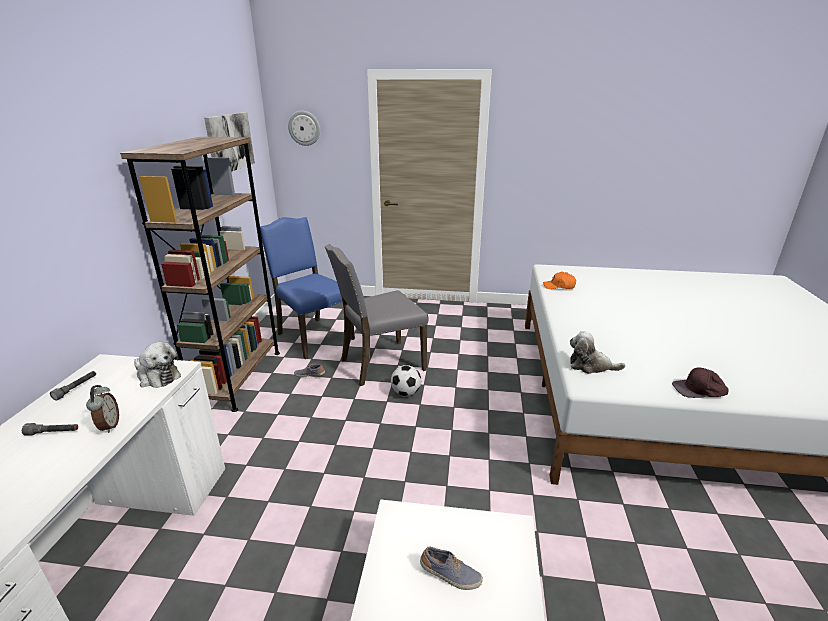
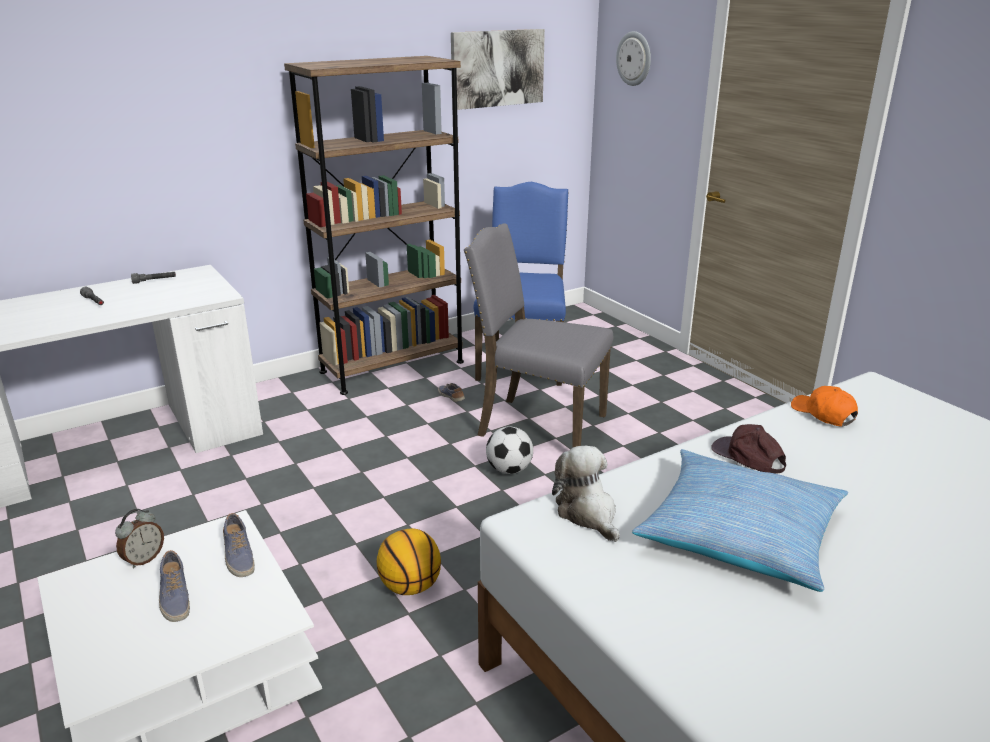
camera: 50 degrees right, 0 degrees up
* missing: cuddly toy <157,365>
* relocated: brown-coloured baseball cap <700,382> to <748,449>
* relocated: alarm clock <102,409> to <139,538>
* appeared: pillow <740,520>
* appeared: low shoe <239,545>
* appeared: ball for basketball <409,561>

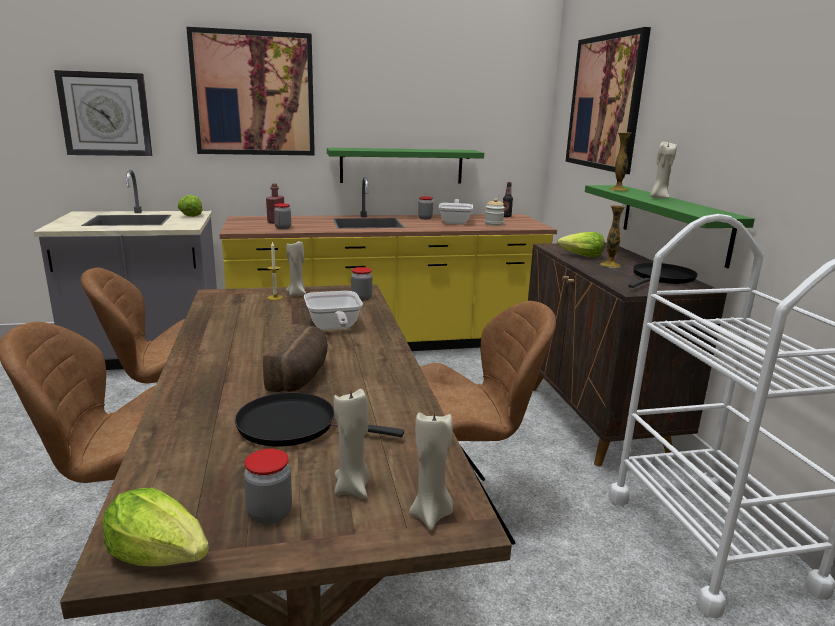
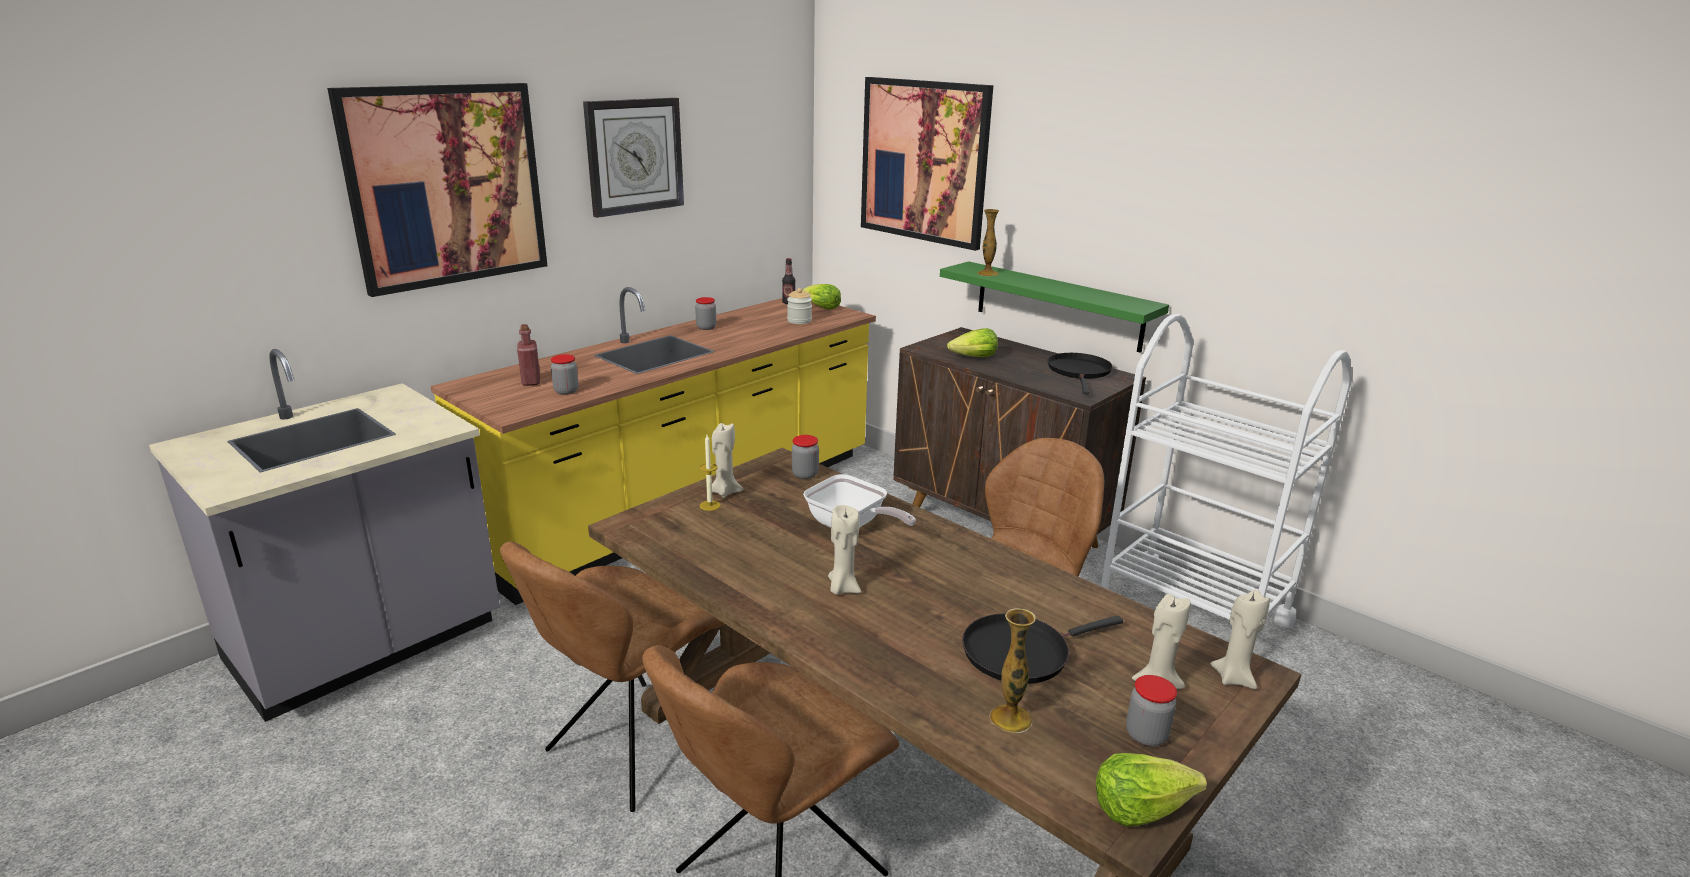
camera: 35 degrees left, 5 degrees up
* relocated: hanging clock <103,113> to <633,158>
* relocated: beige candle <663,170> to <844,550>
* missing: greenish wall shelf <405,166>
* relocated: lettuce head <190,206> to <821,296>
* missing: pan <456,212>
* relocated: vase <612,236> to <1013,670>
* missing: bakery bread <295,358>

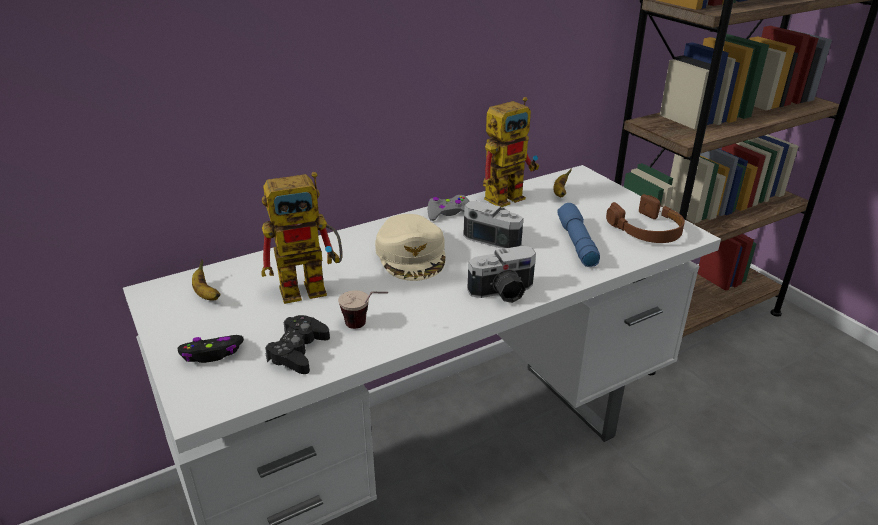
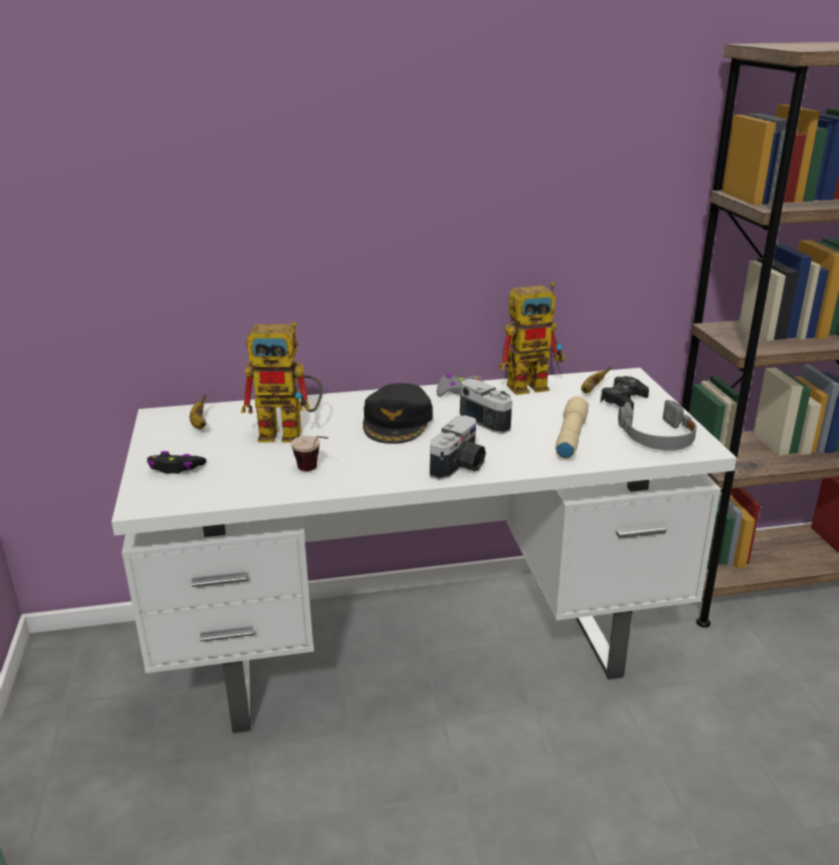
camera: 20 degrees right, 5 degrees down
* colour: brown-coloured headphones <645,218> to greyish headphones <657,425>
* colour: bluish torch <578,235> to beige torch <572,427>
* colour: beige baseball cap <410,247> to blackish baseball cap <398,413>
* spun: still camera <501,274> = <458,447> 60 degrees counterclockwise
* relocated: blackish game controller <297,344> to <624,393>

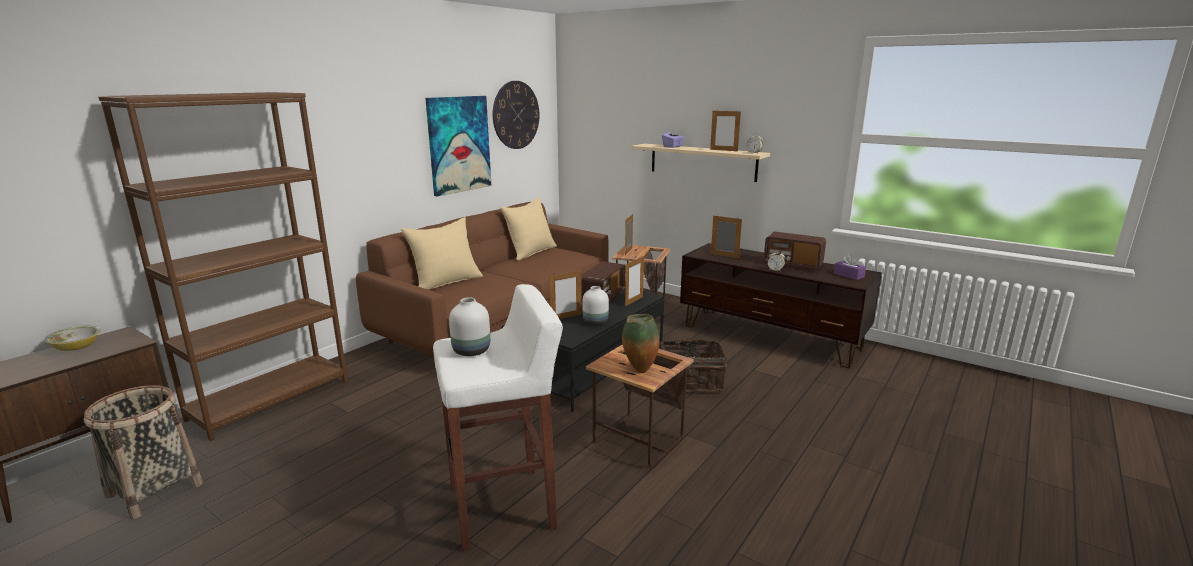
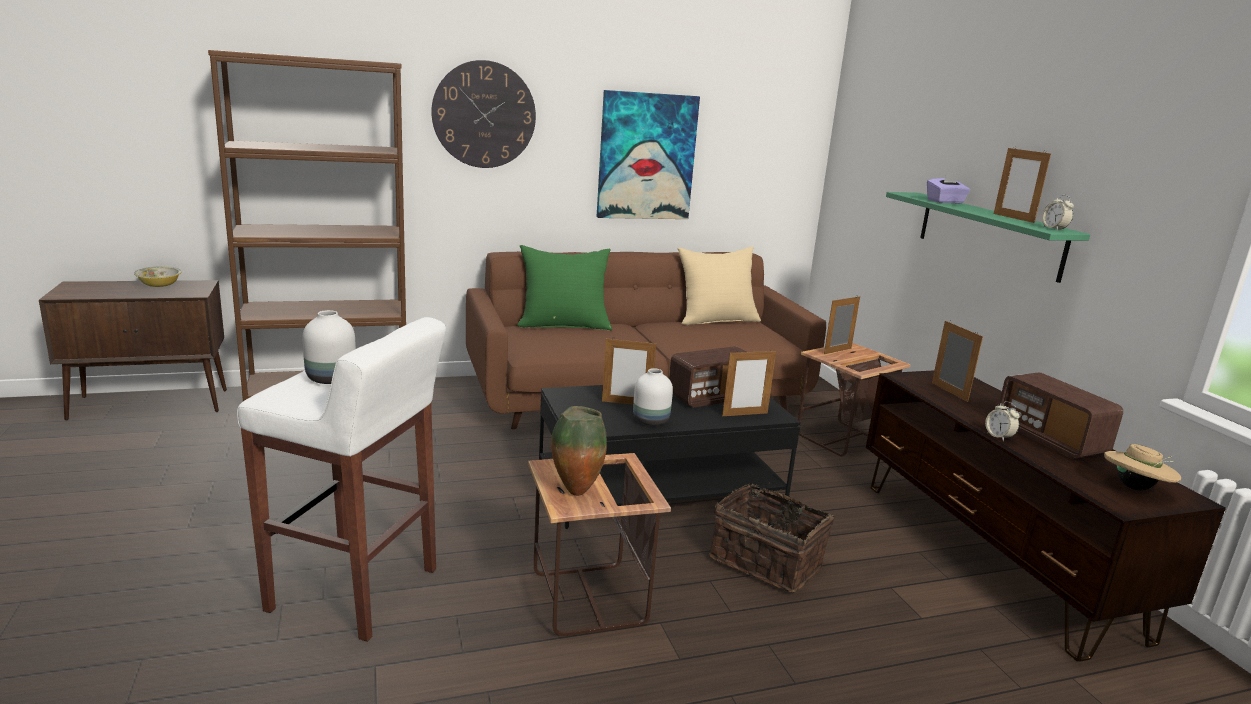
camera: 35 degrees right, 0 degrees up
* relocated: hanging clock <516,115> to <483,114>
* colour: beige wall shelf <700,163> to greenish wall shelf <988,237>
* colour: beige pillow <442,253> to greenish pillow <564,287>
* exchanged: purple-coloured tissue box <850,267> to beige hat <1142,467>
* missing: household basket <143,452>

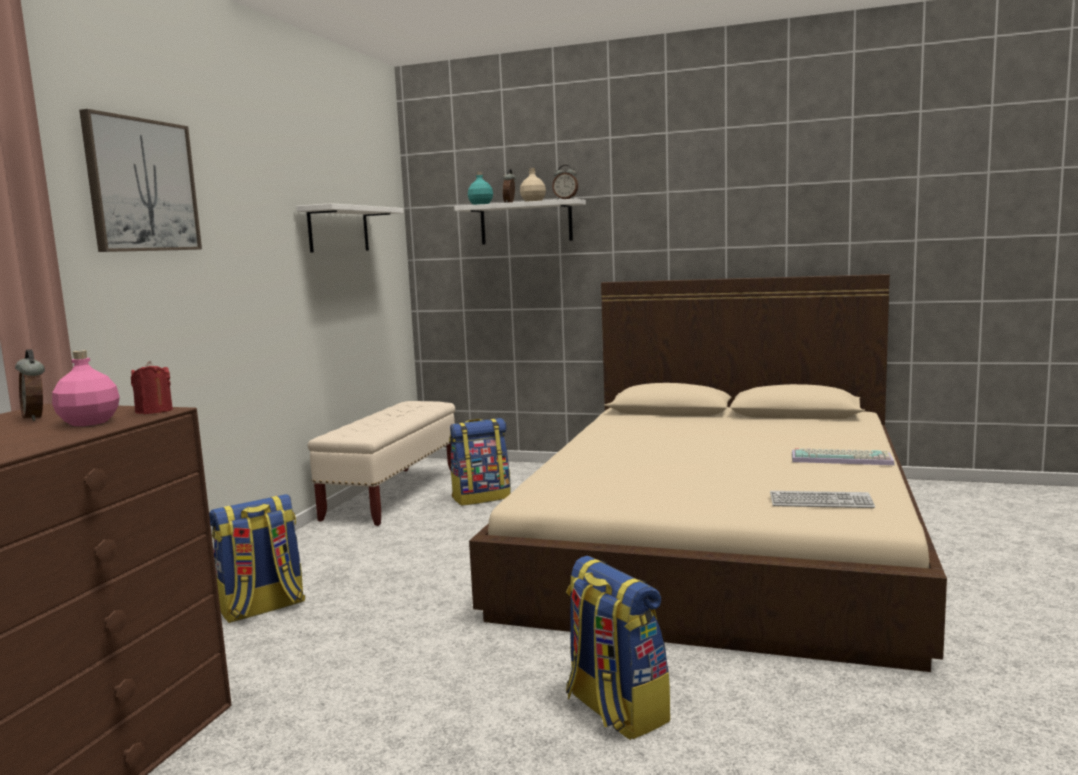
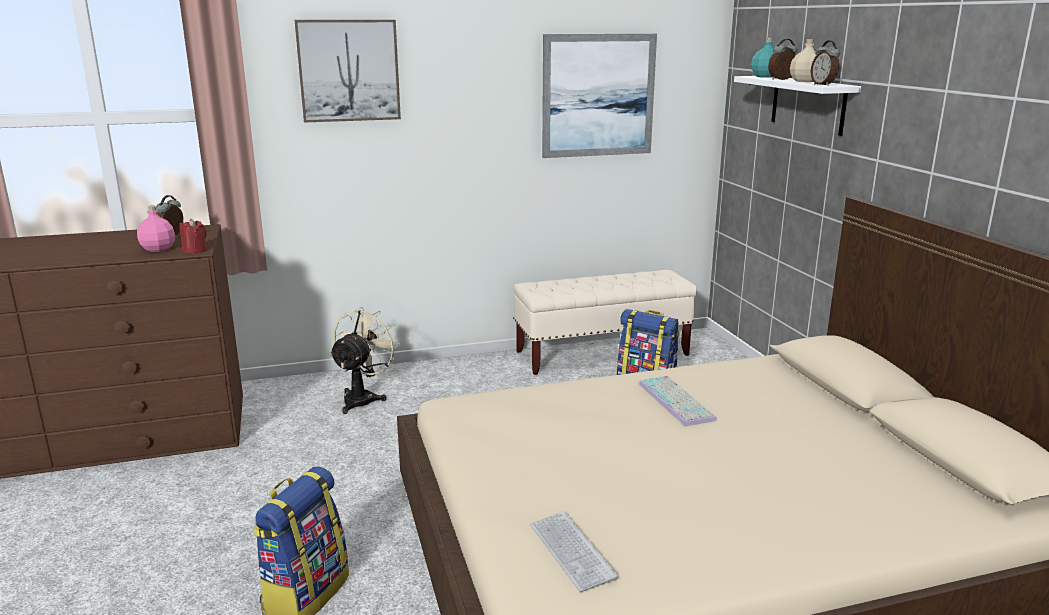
camera: 55 degrees right, 10 degrees up
* exchanged: white wall shelf <350,228> to wall picture <599,96>
* relocated: computer keyboard <843,456> to <678,401>
* exchanged: backpack <257,558> to beige fan <364,360>

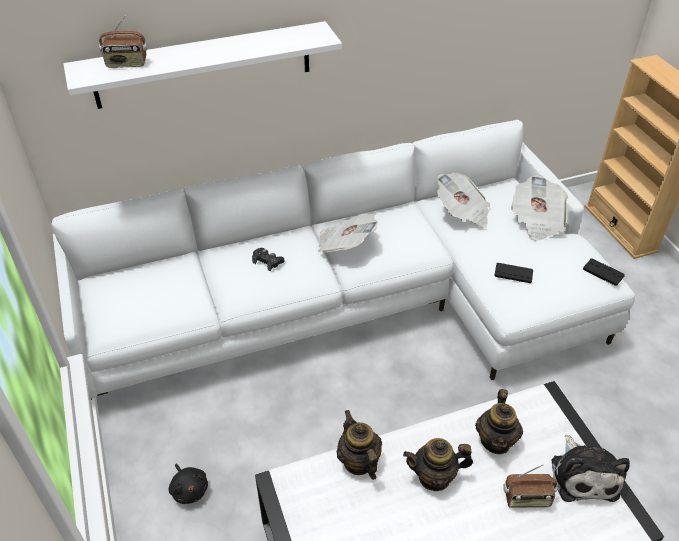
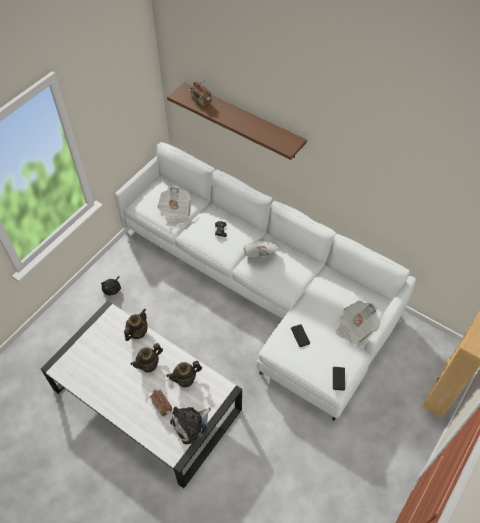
camera: 55 degrees right, 10 degrees up
* colour: white wall shelf <202,65> to brown-coloured wall shelf <237,121>
* relocated: newspaper <463,200> to <175,206>
* spun: pot for tea <438,464> = <147,358> 90 degrees counterclockwise

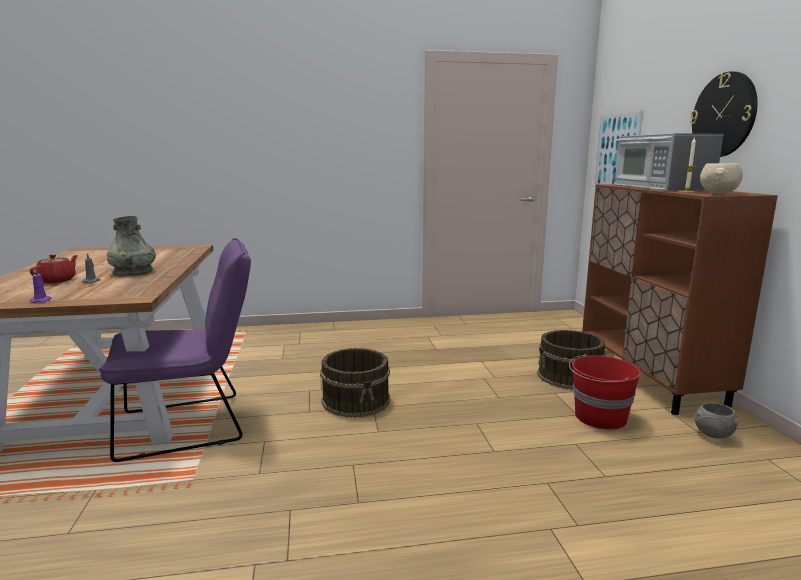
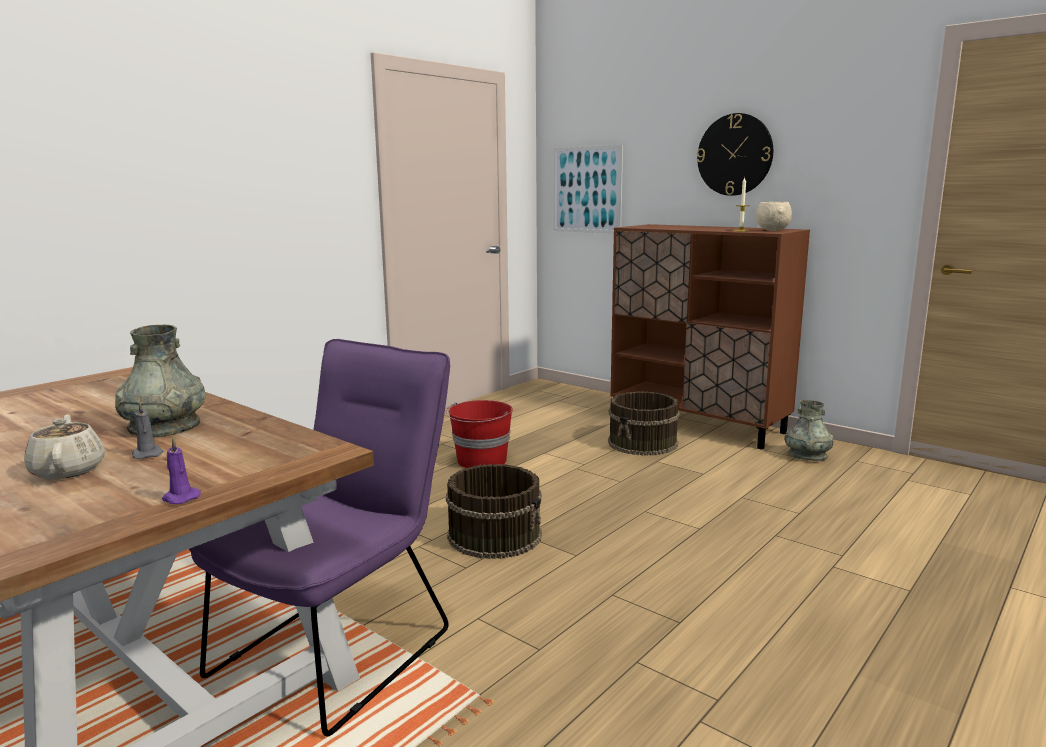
camera: 40 degrees left, 0 degrees up
* missing: microwave <669,162>
* colour: reddish pot for tea <54,269> to beige pot for tea <64,447>
* relocated: reddish pail <605,392> to <479,434>
* exchanged: greyish bowl <717,420> to greyish vase <808,430>

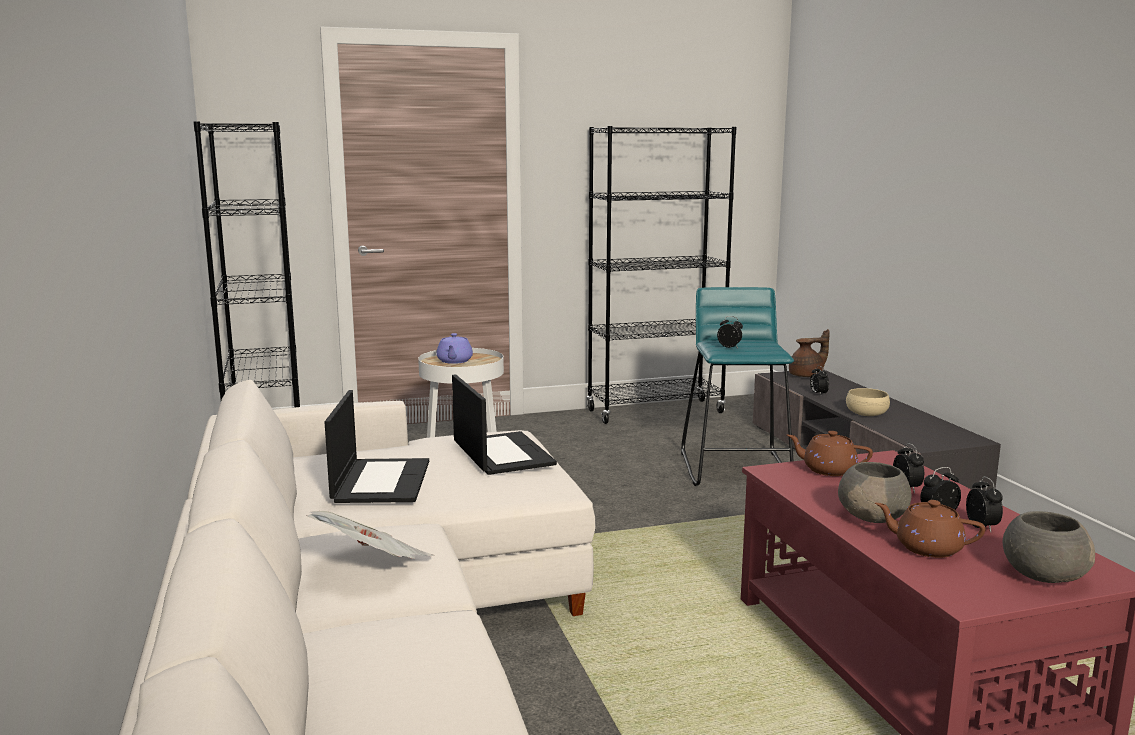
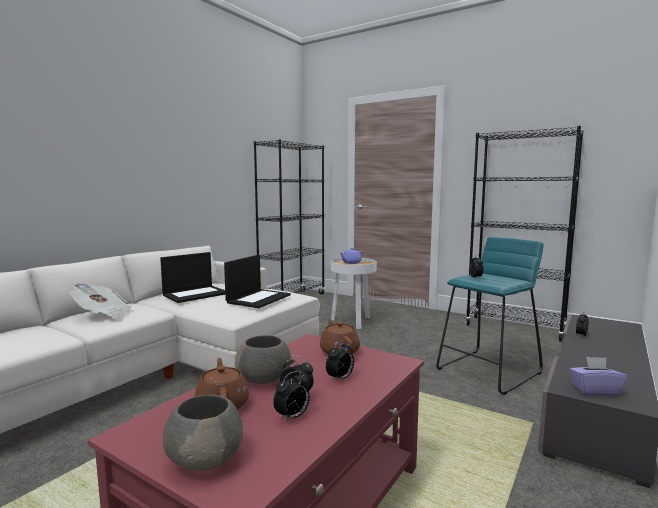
camera: 50 degrees right, 5 degrees down
* missing: brown-coloured pot for tea <809,353>
* missing: beige bowl <868,402>
* appeared: purple-coloured tissue box <598,376>

